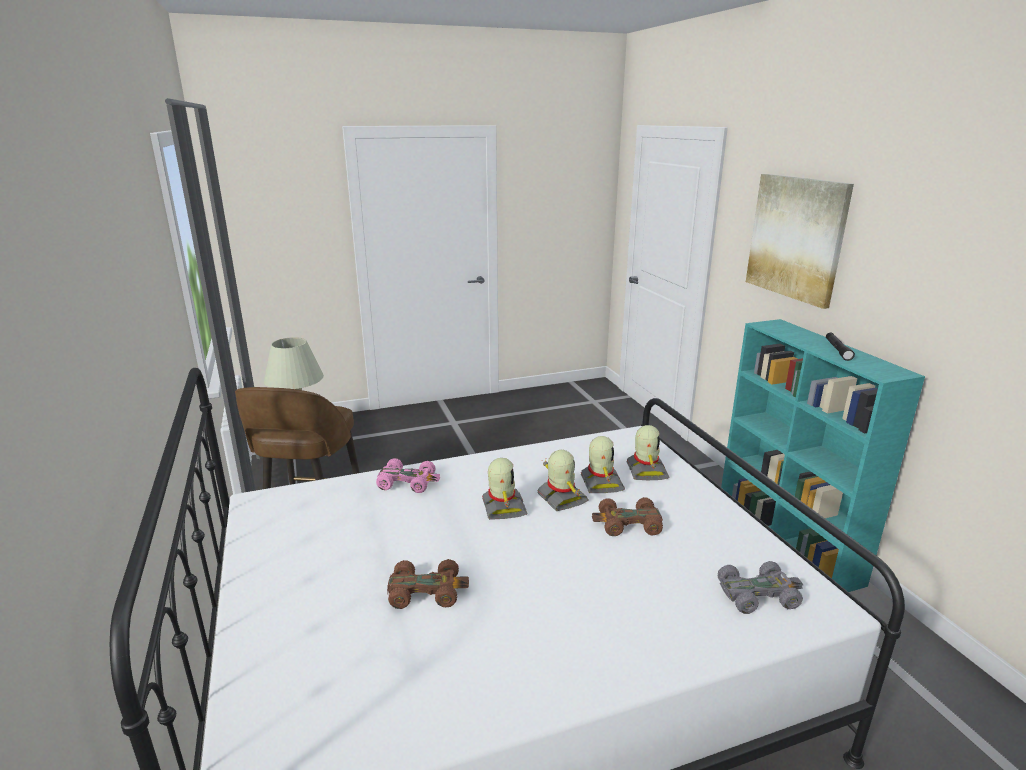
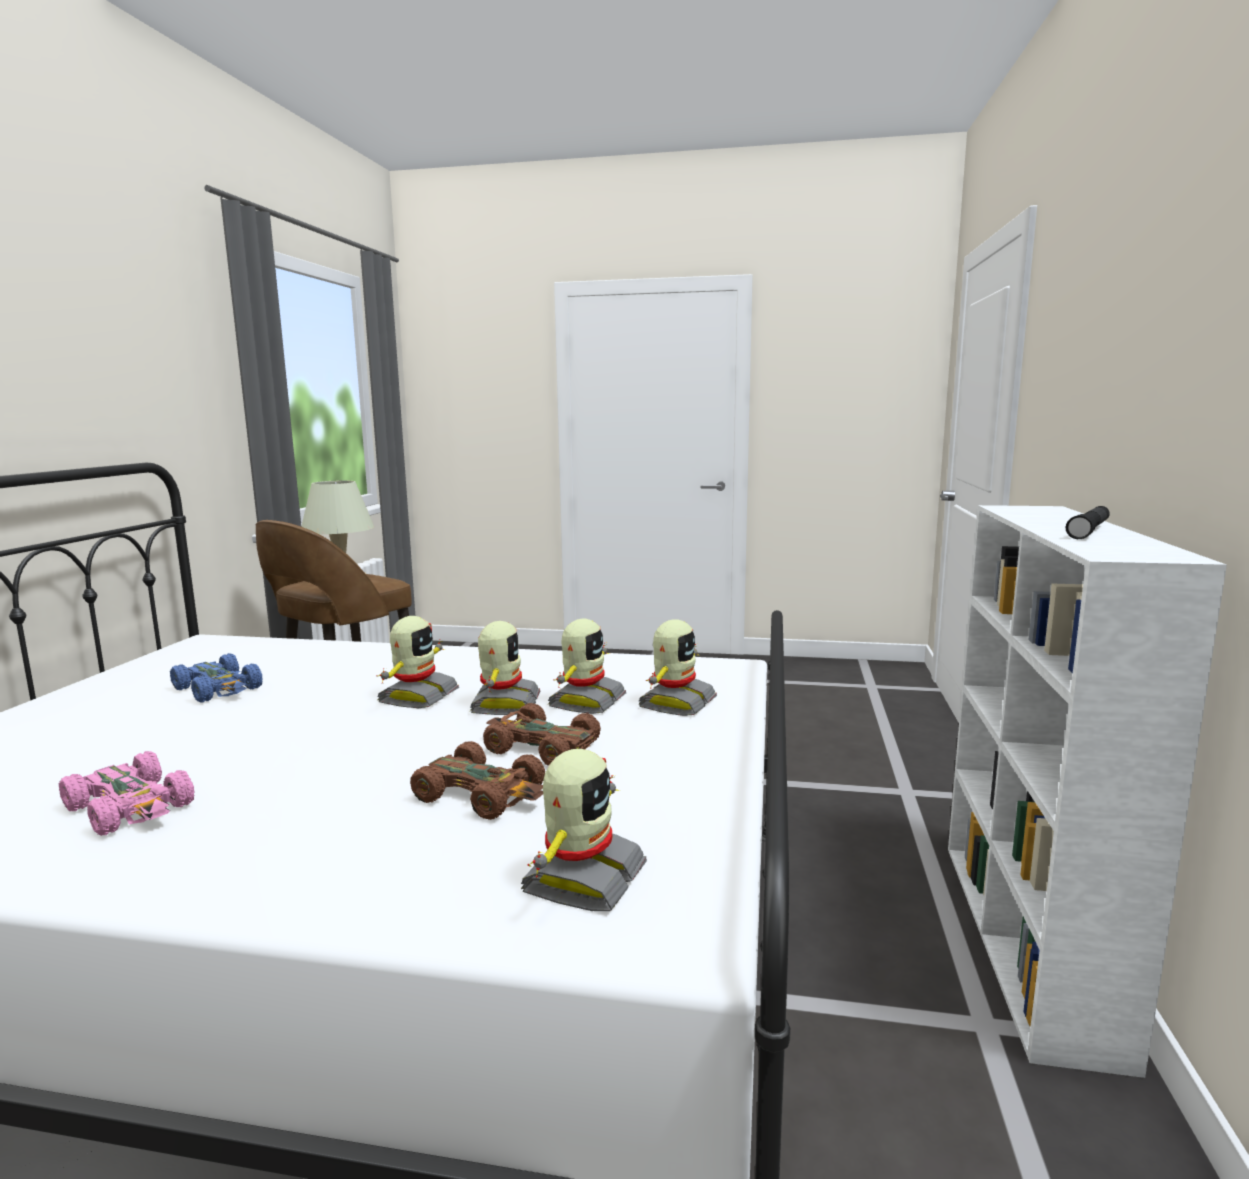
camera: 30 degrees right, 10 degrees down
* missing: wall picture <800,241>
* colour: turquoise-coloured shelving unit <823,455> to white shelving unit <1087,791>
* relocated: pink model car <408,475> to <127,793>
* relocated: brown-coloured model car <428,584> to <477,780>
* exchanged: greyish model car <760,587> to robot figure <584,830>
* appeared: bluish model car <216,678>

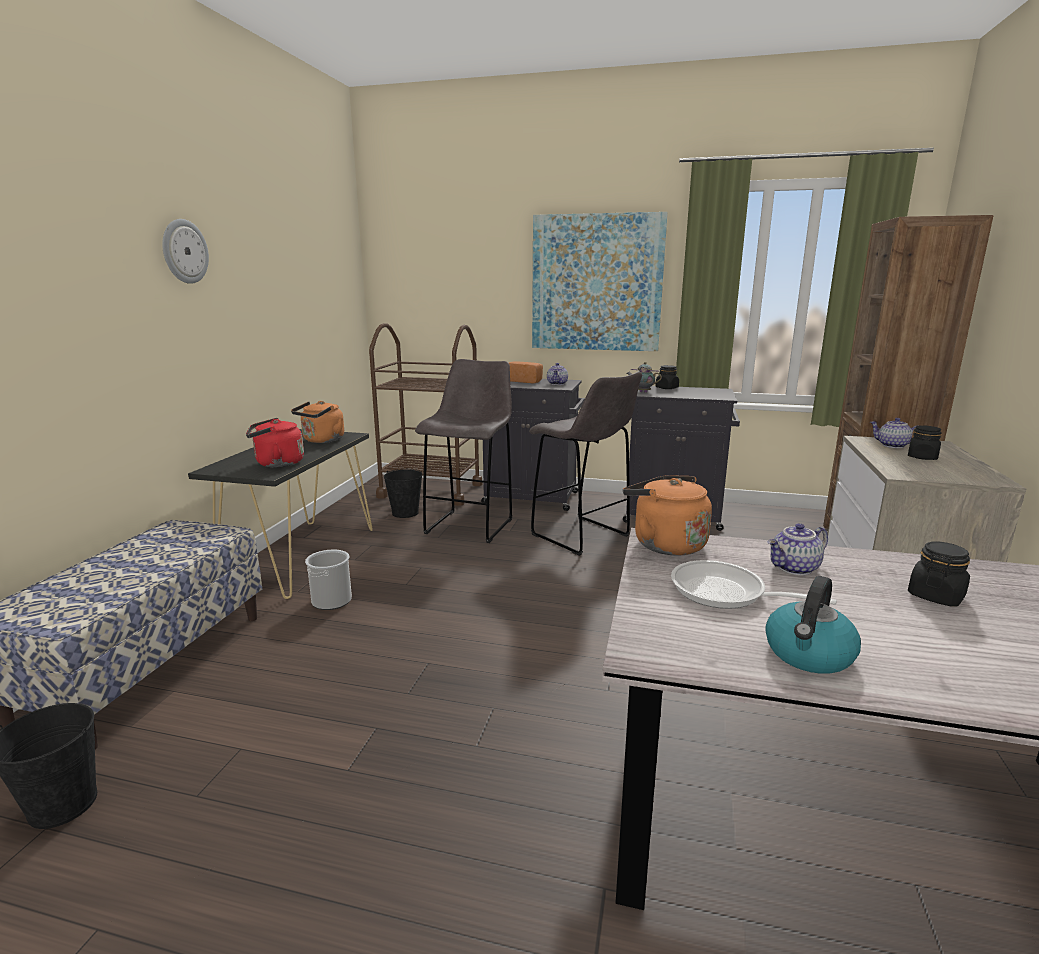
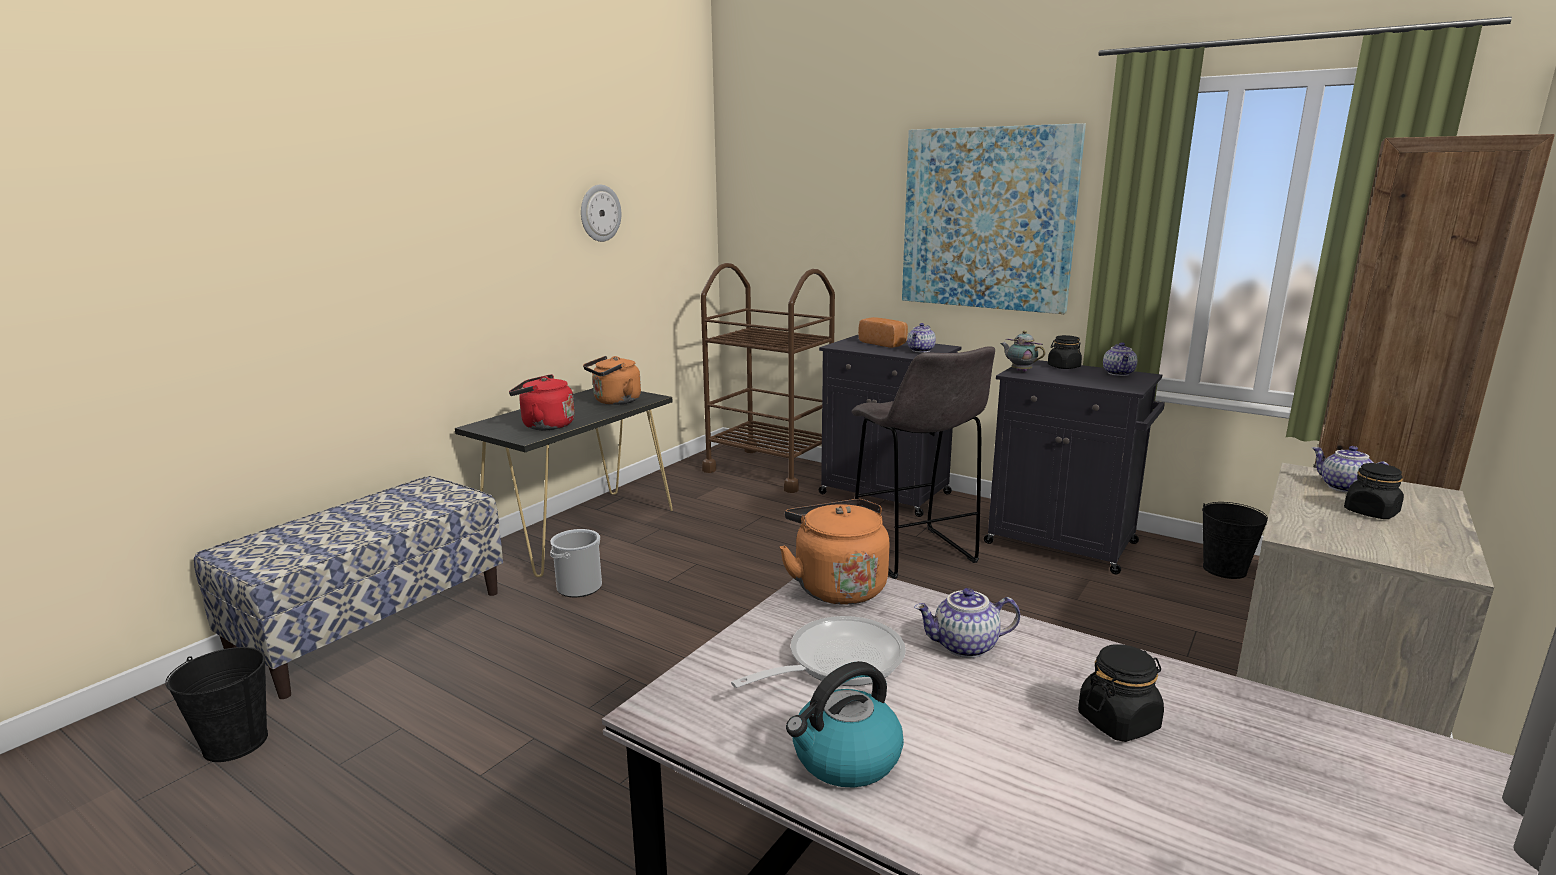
camera: 20 degrees right, 0 degrees up
* relocated: hanging clock <185,251> to <601,213>
* missing: greyish sitting stool <463,451>
* relocated: blackish pail <403,493> to <1235,540>
* spun: pan <754,584> = <818,652> 90 degrees clockwise
* appeared: pot for tea <1120,359>

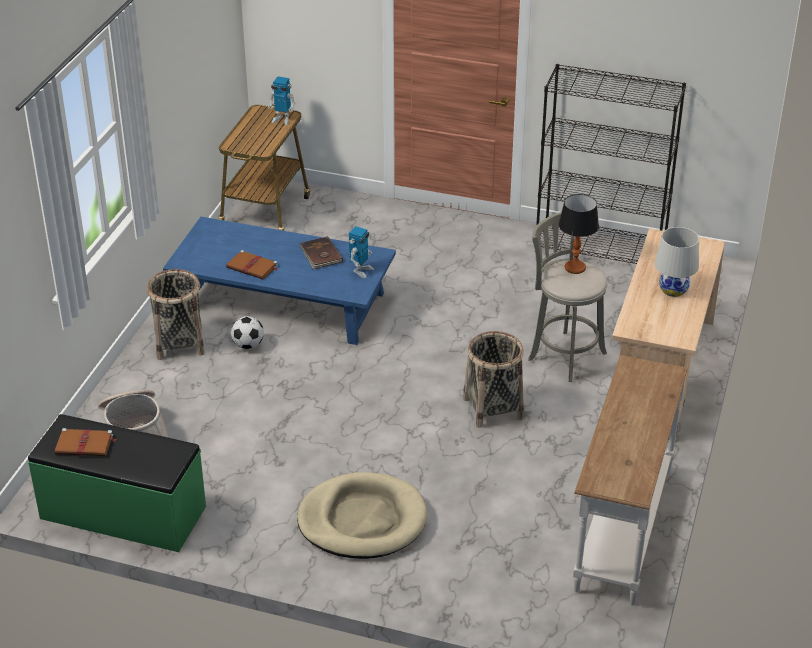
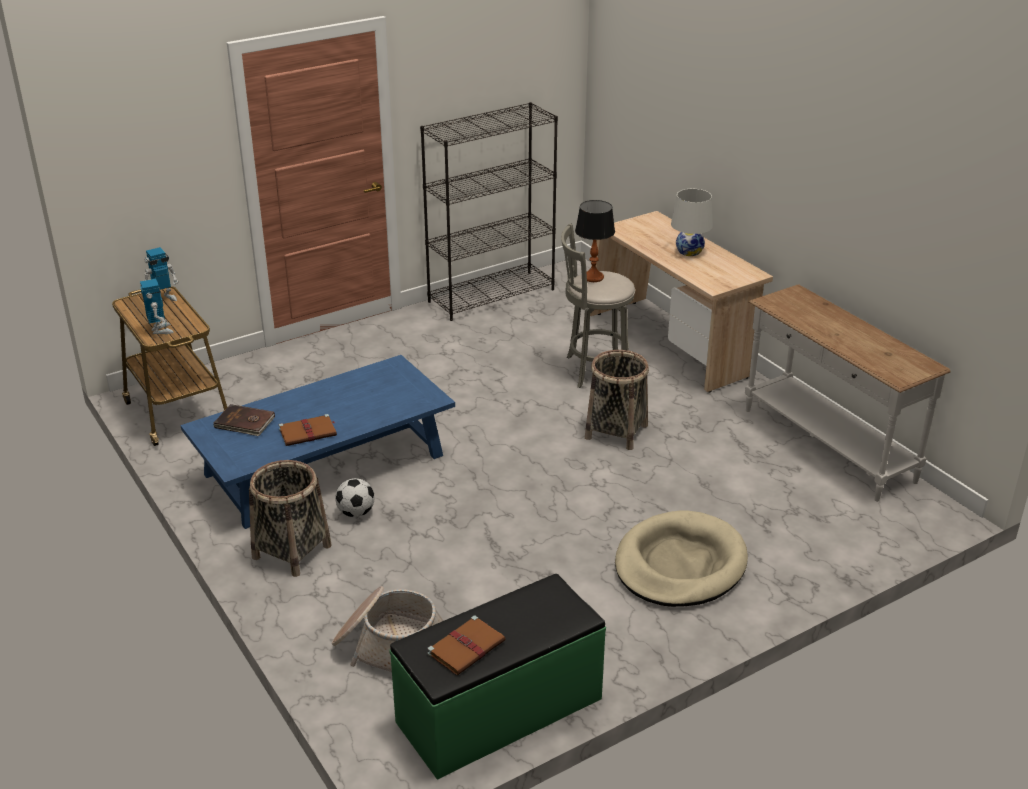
camera: 50 degrees left, 5 degrees down
* relocated: robot figure <361,252> to <157,306>
* relocated: brown-coloured book <321,252> to <244,420>

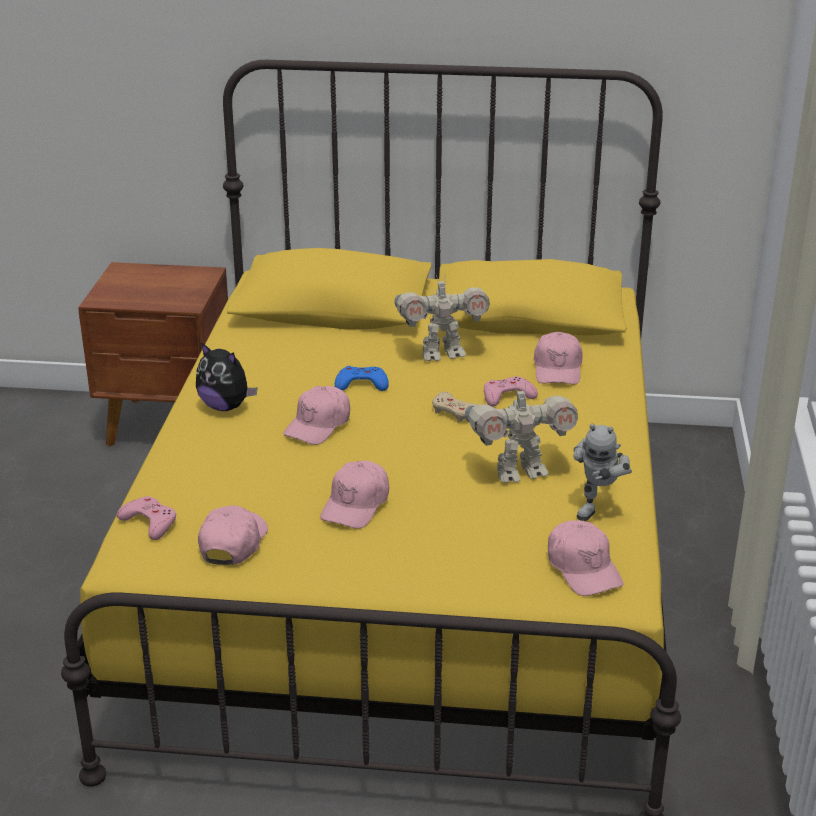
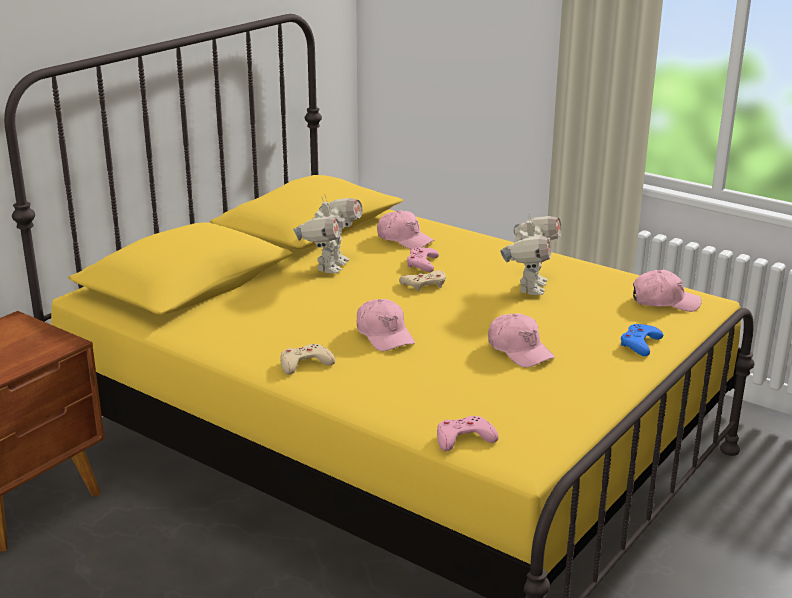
camera: 60 degrees left, 5 degrees down
* exchanged: cuddly toy <226,376> to beige game controller <307,359>
* relocated: bluish game controller <362,378> to <642,340>
* missing: robot figure <602,472>
* missing: pink baseball cap <233,535>

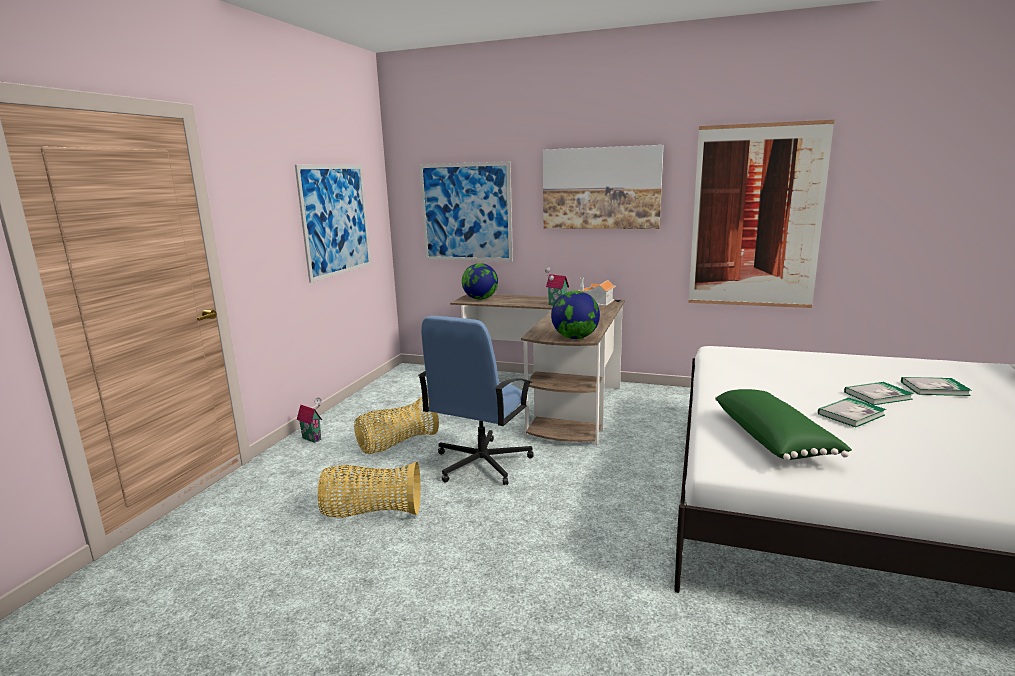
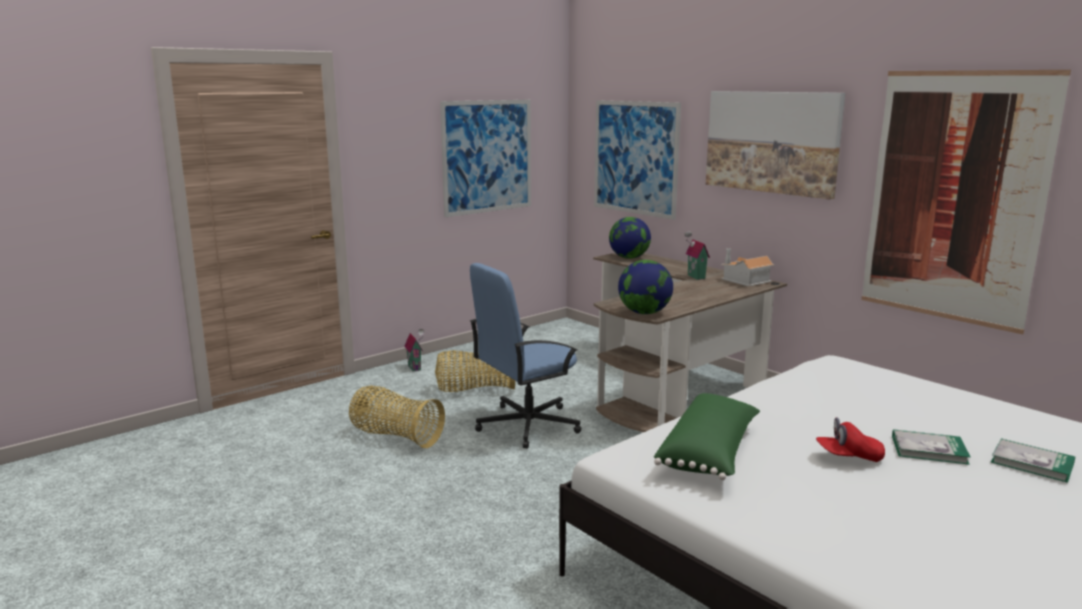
camera: 30 degrees right, 0 degrees up
* exchanged: book <852,412> to reddish baseball cap <850,439>

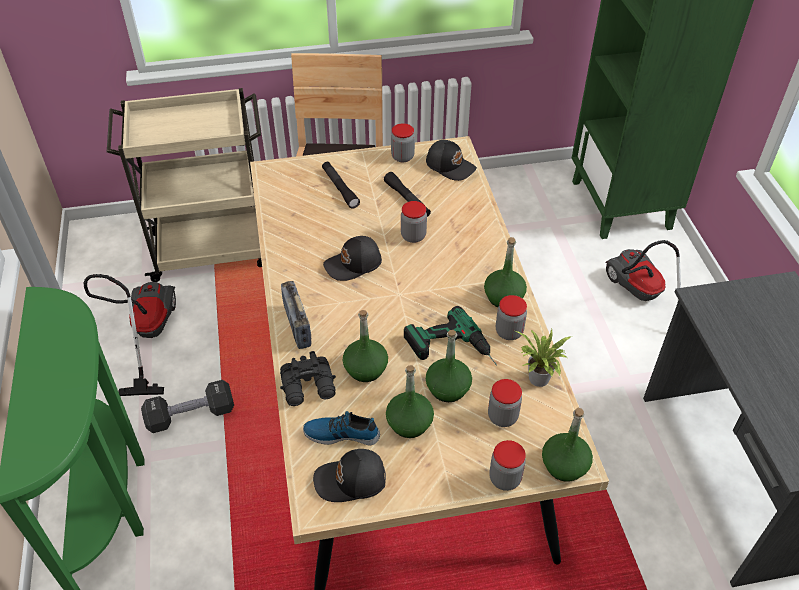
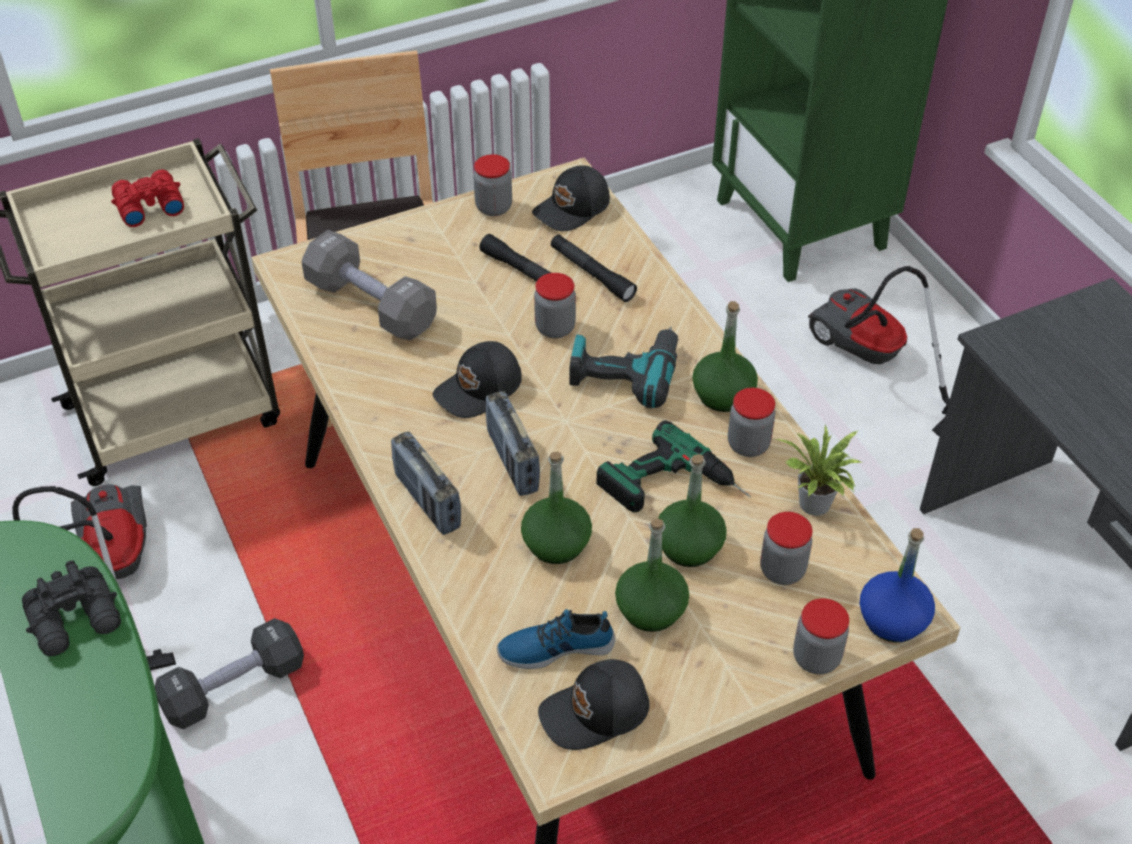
camera: 15 degrees left, 0 degrees up
* spun: blackish baseball cap <451,160> = <571,198> 120 degrees clockwise
* relocated: blackish torch <341,185> to <594,268>
* relocated: blackish field glasses <308,378> to <71,608>
* colour: greenish drink bottle <567,445> to bluish drink bottle <897,585>
* appeared: reddish field glasses <147,198>
* appeared: greyish free weight <369,285>
* appeared: power drill <624,367>
* appeared: radio <512,443>

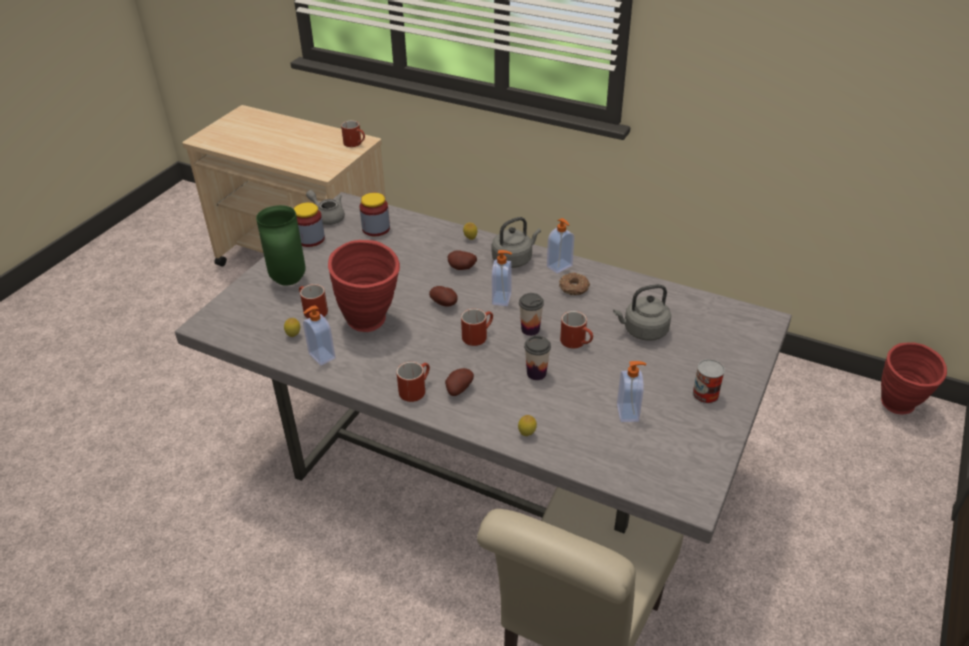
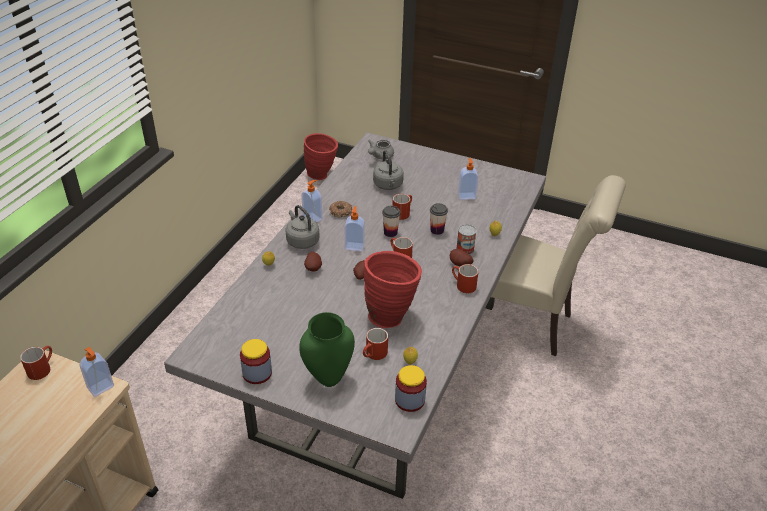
camera: 95 degrees left, 0 degrees up
* relocated: greyish pot for tea <325,207> to <381,149>
* relocated: storage jar <374,214> to <411,388>
* relocated: liquid soap bottle <319,335> to <97,372>
* relocated: metal can <708,381> to <466,239>

